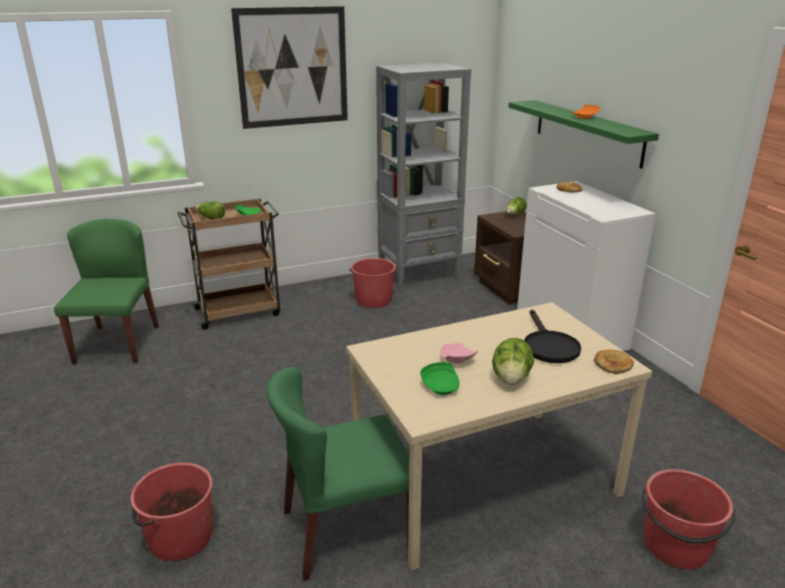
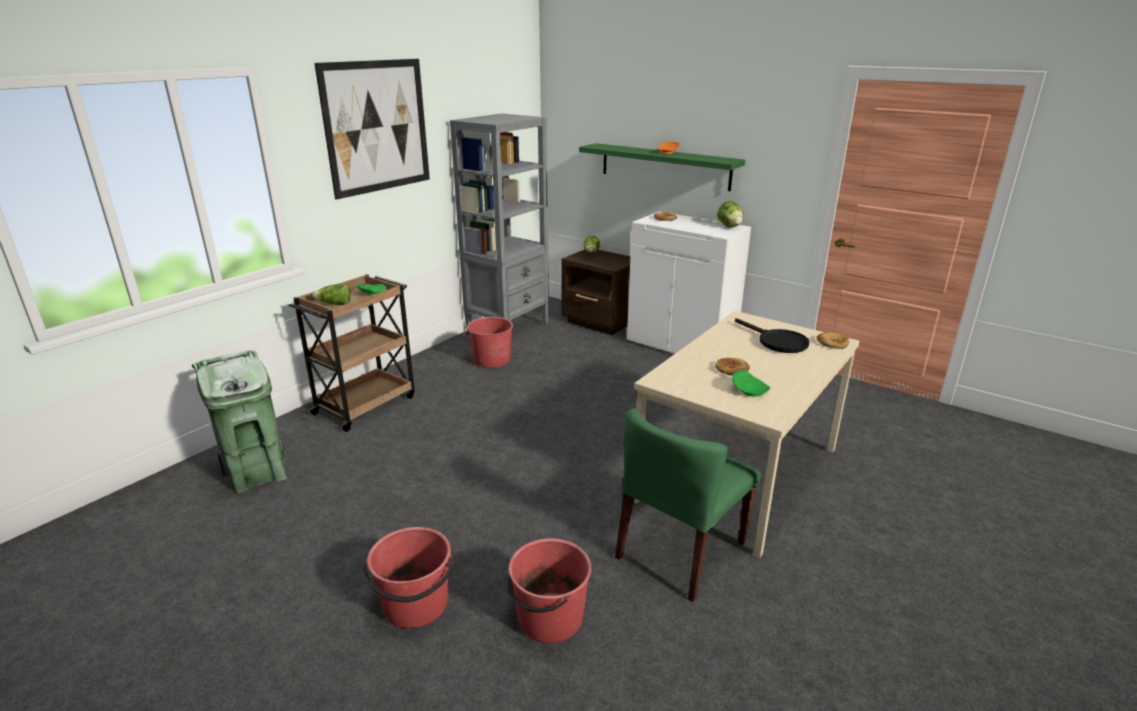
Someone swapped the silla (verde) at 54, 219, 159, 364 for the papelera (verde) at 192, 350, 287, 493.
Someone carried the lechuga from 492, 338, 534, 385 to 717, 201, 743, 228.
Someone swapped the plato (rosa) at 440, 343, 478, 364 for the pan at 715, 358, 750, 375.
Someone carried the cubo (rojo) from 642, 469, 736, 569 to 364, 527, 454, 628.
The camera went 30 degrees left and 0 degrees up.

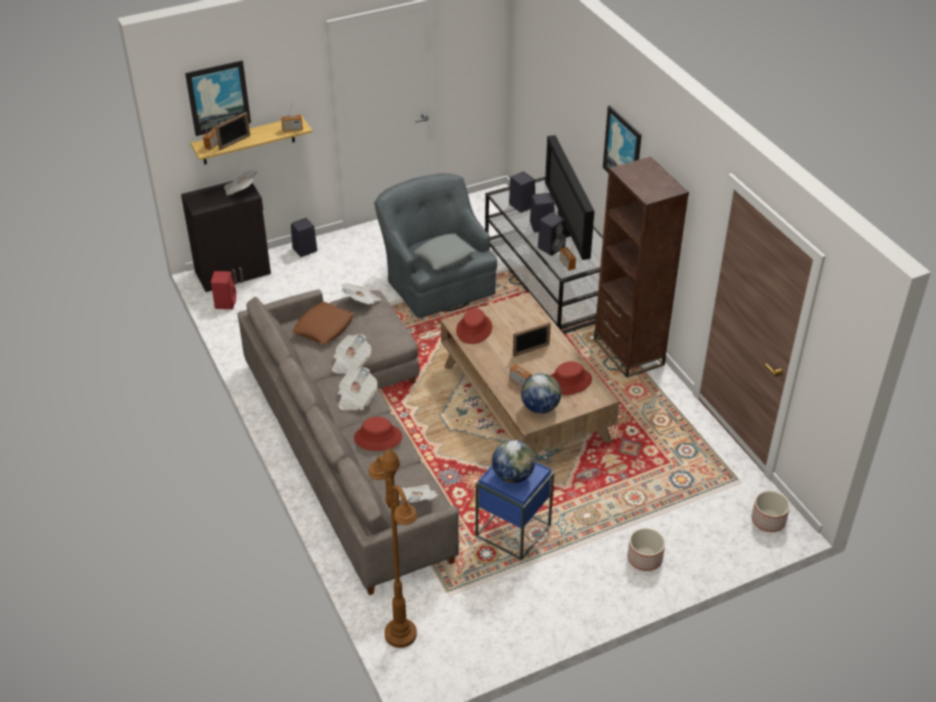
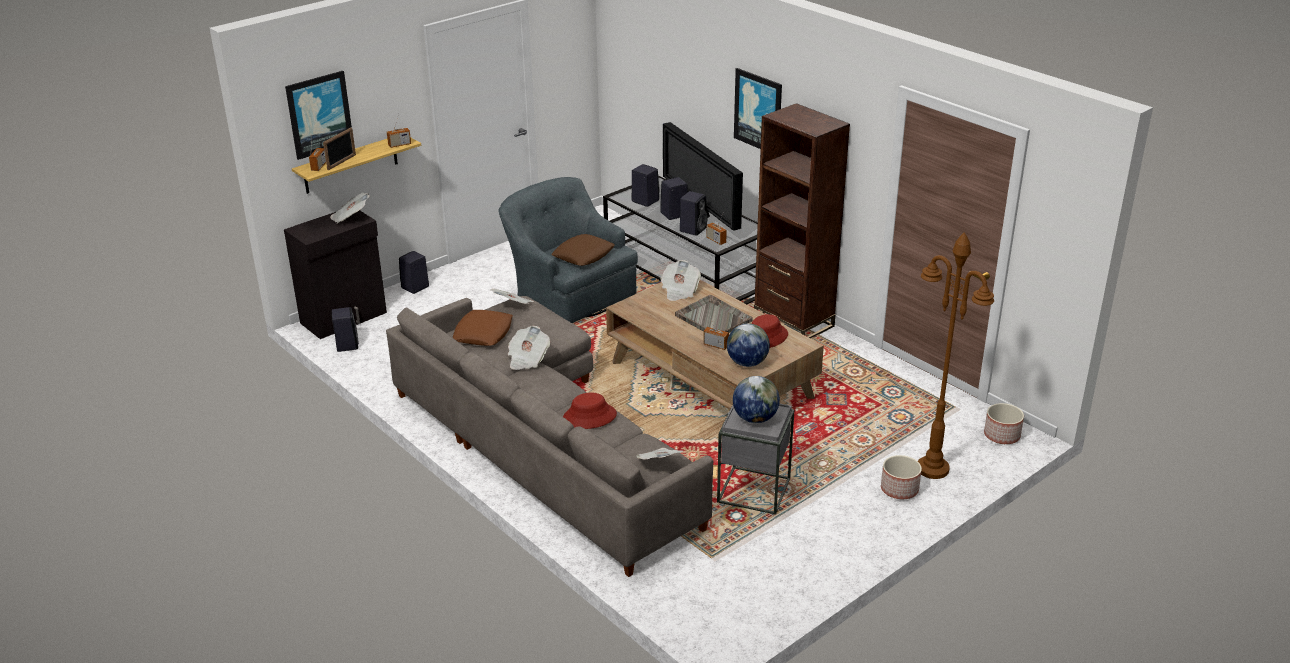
Someone repainted the cojín (gris) at 414, 233, 476, 269, which became the cojín (marrón) at 551, 234, 615, 266.
Someone repainted the altavoz (rojo) at 211, 271, 236, 309, which became the altavoz (negro) at 332, 307, 359, 352.
Someone took away the sombrero (rojo) at 456, 308, 492, 344.
Someone swapped the portarretratos at 513, 322, 551, 357 for the bandeja (gris) at 675, 295, 753, 333.
Someone carried the periódico from 338, 367, 378, 410 to 661, 260, 701, 301.
Someone carried the lámpara de pie (marrón) from 369, 448, 417, 648 to 918, 232, 994, 479.
Someone repainted the mesa auxiliar (azul) at 475, 461, 554, 560, which became the mesa auxiliar (gris) at 717, 403, 794, 514.
The camera went 15 degrees left and 10 degrees down.

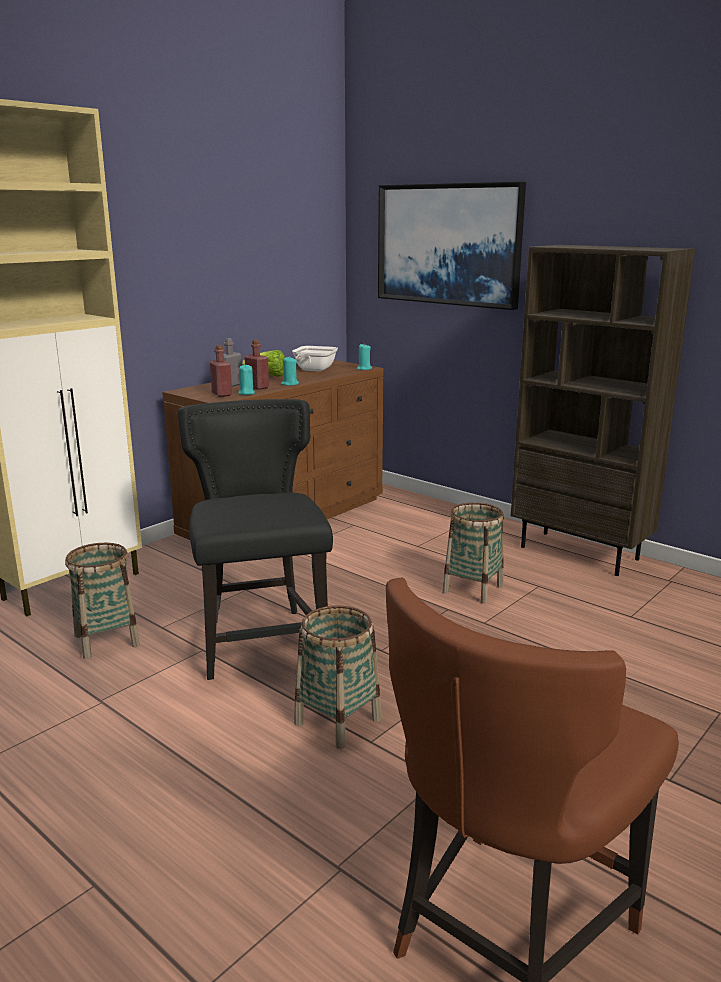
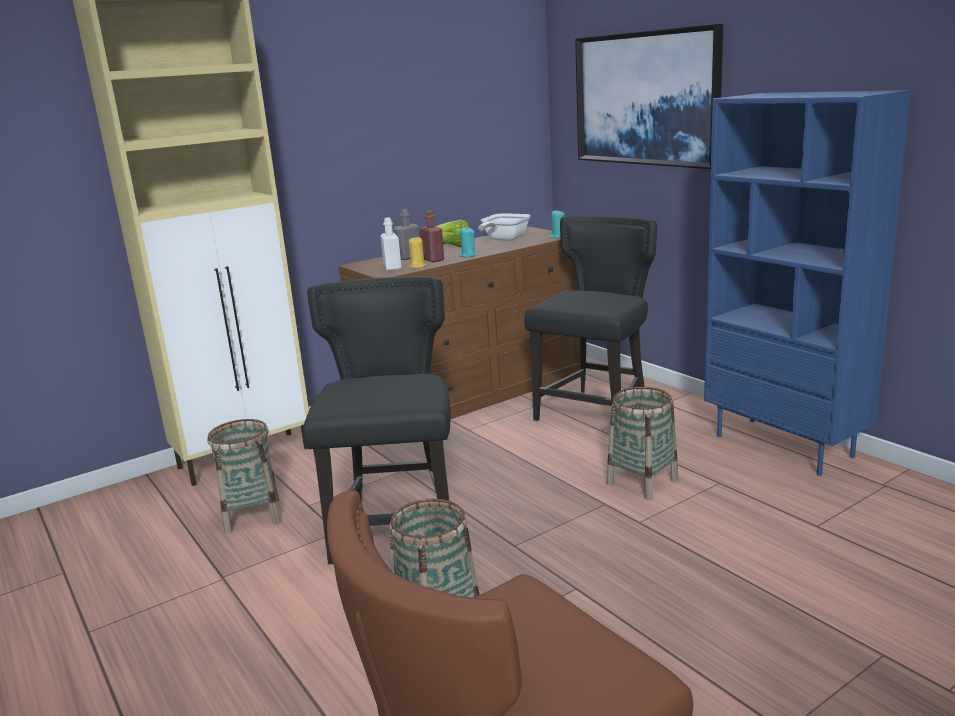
Someone repainted the estantería (marrón) at 511, 245, 695, 576, which became the estantería (azul) at 704, 90, 911, 476.
Someone repainted the botella (rojo) at 210, 345, 232, 397, which became the botella (blanco) at 381, 217, 402, 271.
Someone repainted the vela (turquesa) at 238, 364, 255, 395, which became the vela (amarillo) at 409, 237, 426, 268.
Someone put down the silla (negro) at 524, 216, 657, 421.
The camera went 15 degrees right and 0 degrees up.

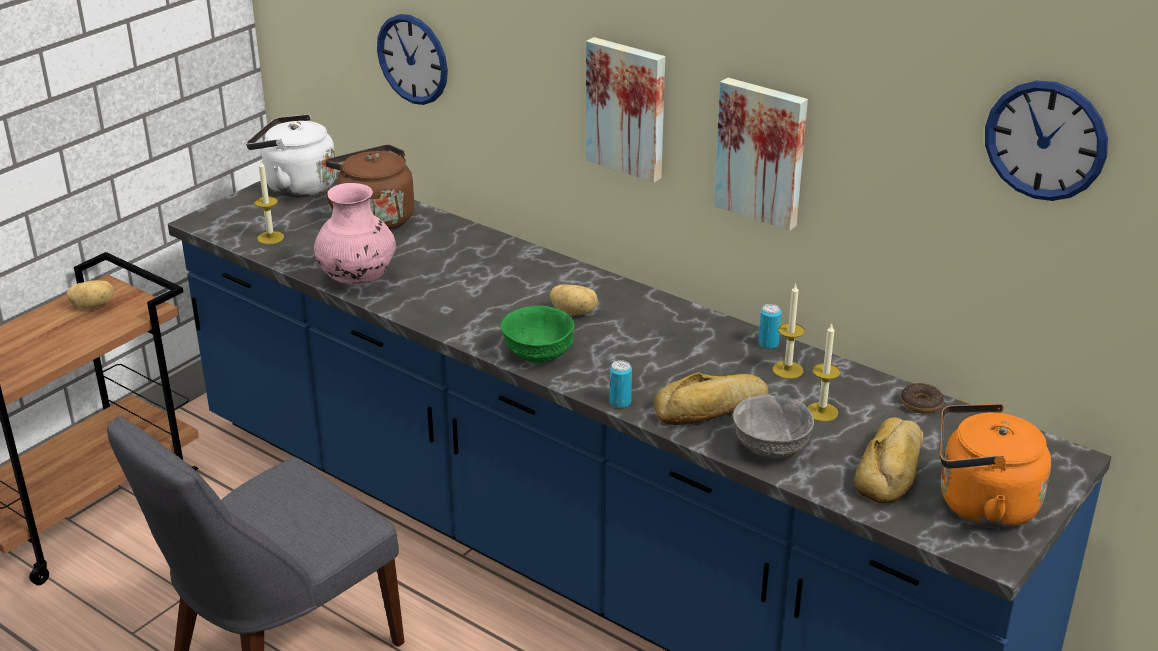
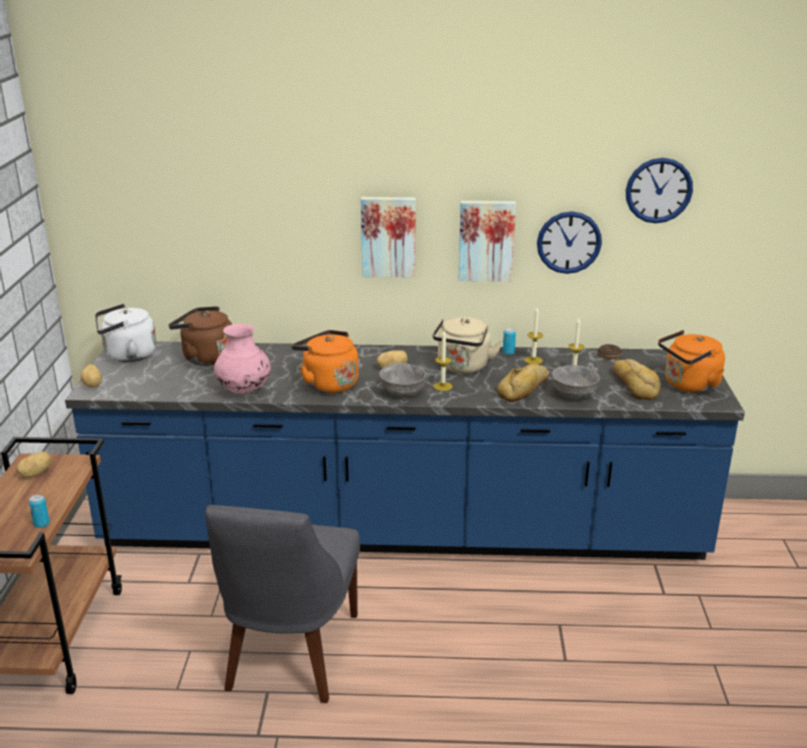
Someone carried the reloj de pared from 377, 14, 448, 105 to 537, 211, 602, 274.
Someone carried the vela from 255, 161, 284, 244 to 434, 330, 452, 391.
Someone repainted the cuenco (verde) at 501, 306, 574, 363, which became the cuenco (gris) at 379, 363, 426, 397.
Someone carried the lata from 609, 360, 632, 408 to 29, 494, 50, 528.
Someone put down the hervidor (beis) at 432, 317, 502, 374.
Someone put down the hervidor (naranja) at 292, 330, 359, 394.
Someone put down the patata at 80, 364, 102, 388.
The camera went 35 degrees left and 5 degrees down.

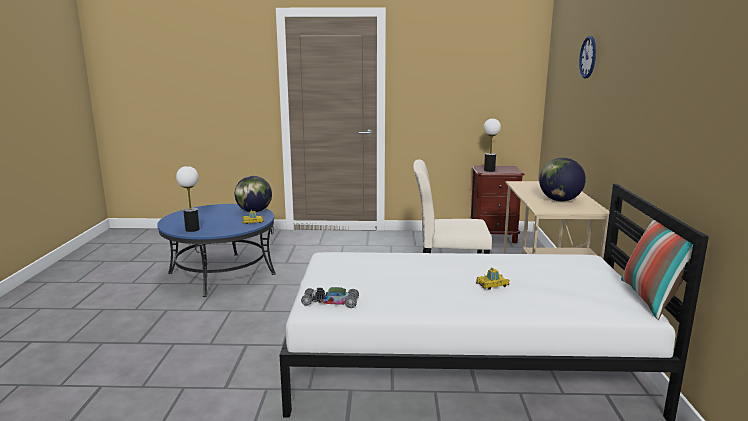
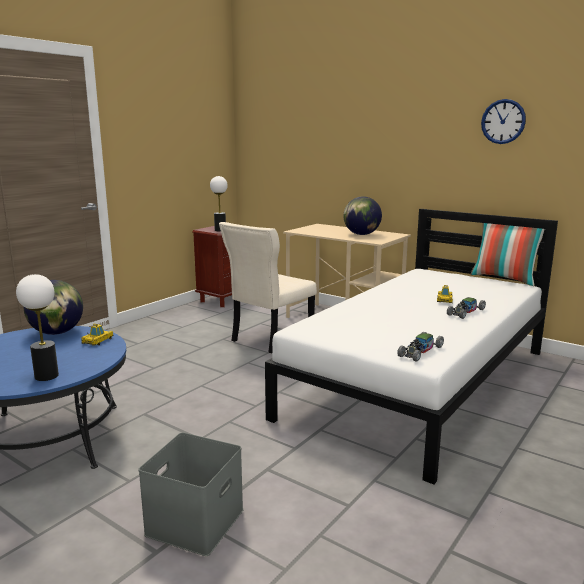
Someone carried the reloj de pared from 579, 36, 596, 79 to 481, 99, 526, 144.
Someone put down the coche de juguete at 447, 297, 486, 319.
Someone put down the caja de almacenaje (gris) at 138, 432, 244, 556.
The camera went 55 degrees left and 0 degrees up.

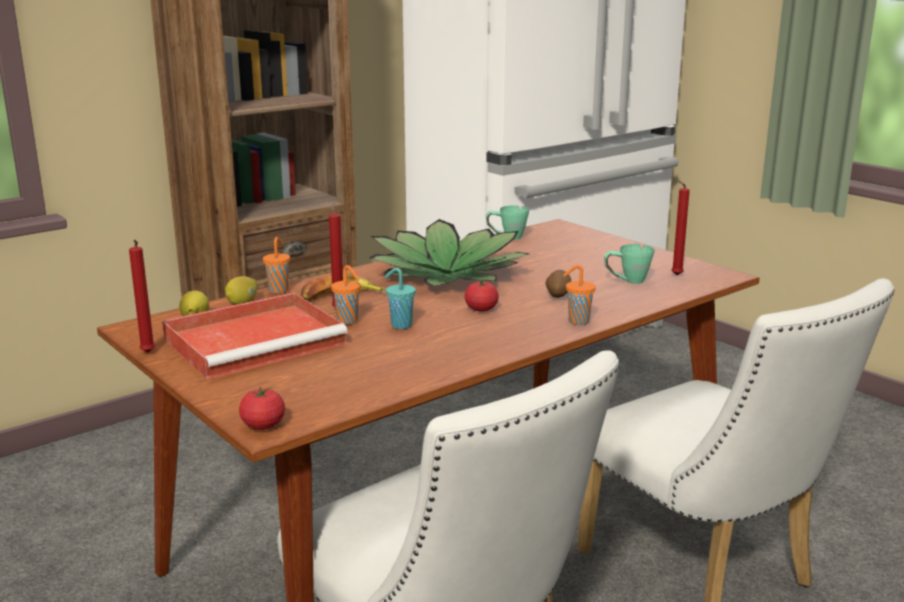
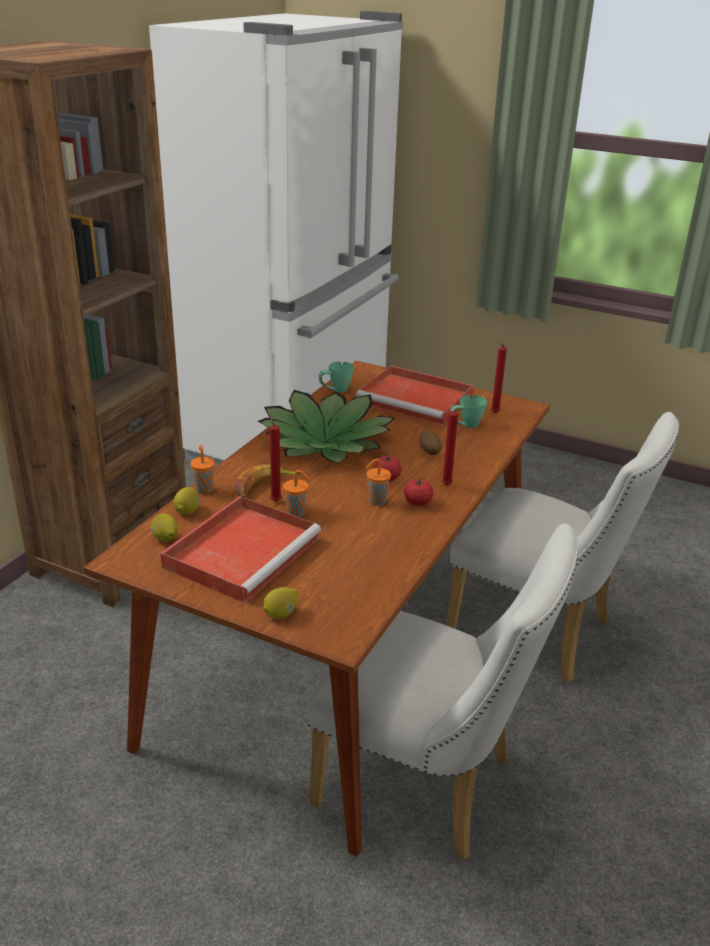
Someone carried the vela (rojo) from 129, 240, 155, 353 to 442, 408, 462, 486.
Someone carried the taza (naranja) from 563, 265, 596, 325 to 365, 459, 391, 506.
Someone took away the taza (turquesa) at 385, 268, 416, 329.
Someone carried the tomate from 239, 387, 285, 430 to 404, 478, 433, 506.
Someone put down the bandeja (rojo) at 356, 365, 474, 426.
Someone put down the limón at 263, 587, 299, 619.
The camera went 25 degrees left and 10 degrees up.

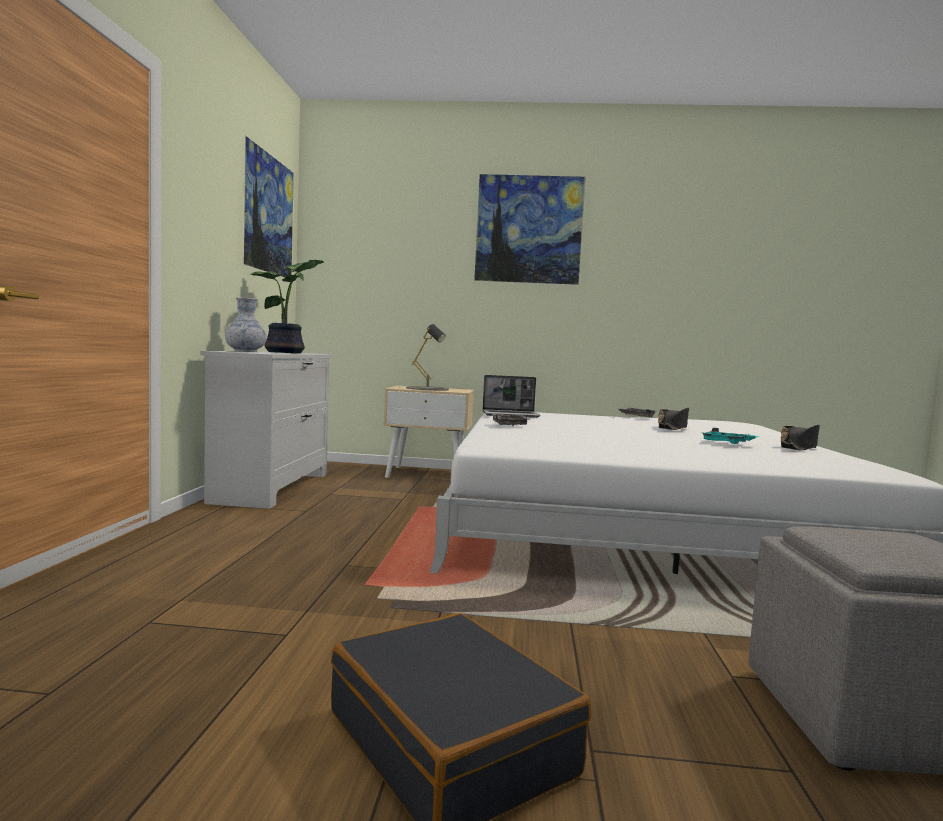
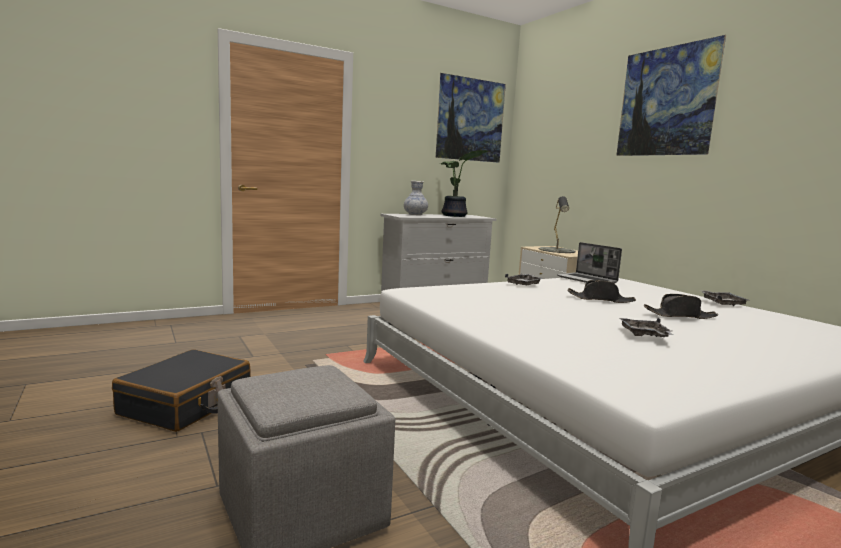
Someone carried the sombrero (negro) from 781, 425, 820, 450 to 568, 280, 636, 303.
Someone repainted the bandeja (turquesa) at 703, 428, 760, 444, which became the bandeja (gris) at 619, 318, 673, 337.
The camera went 55 degrees right and 5 degrees up.

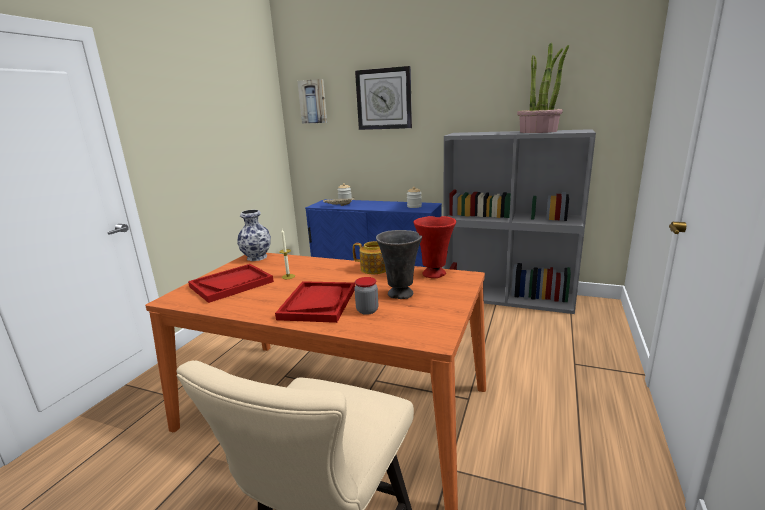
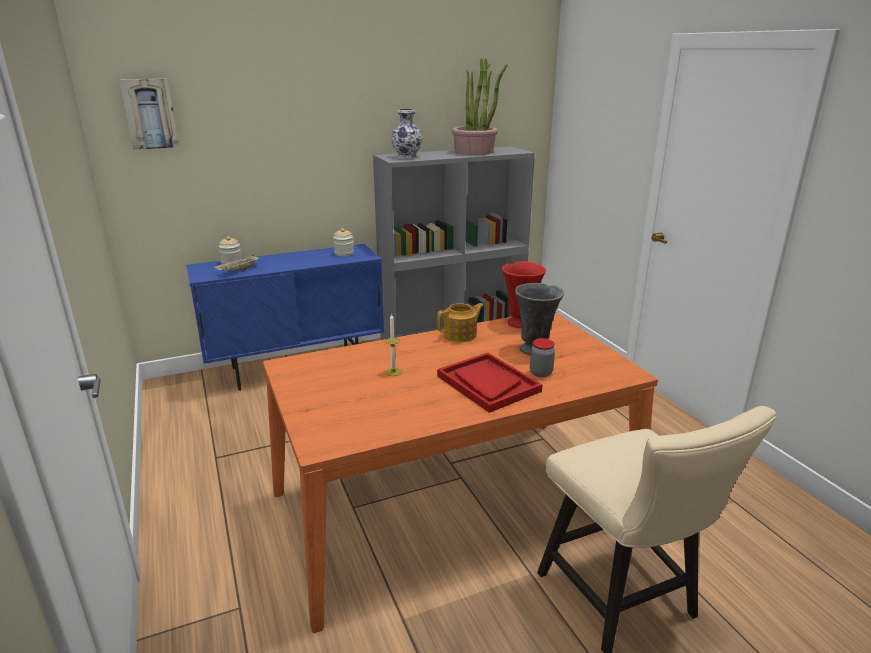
Someone took away the reloj de pared at 355, 66, 412, 130.
Someone carried the florero from 237, 210, 271, 261 to 391, 109, 422, 159.
Someone took away the bandeja (rojo) at 188, 264, 274, 303.
The camera went 45 degrees left and 5 degrees up.

